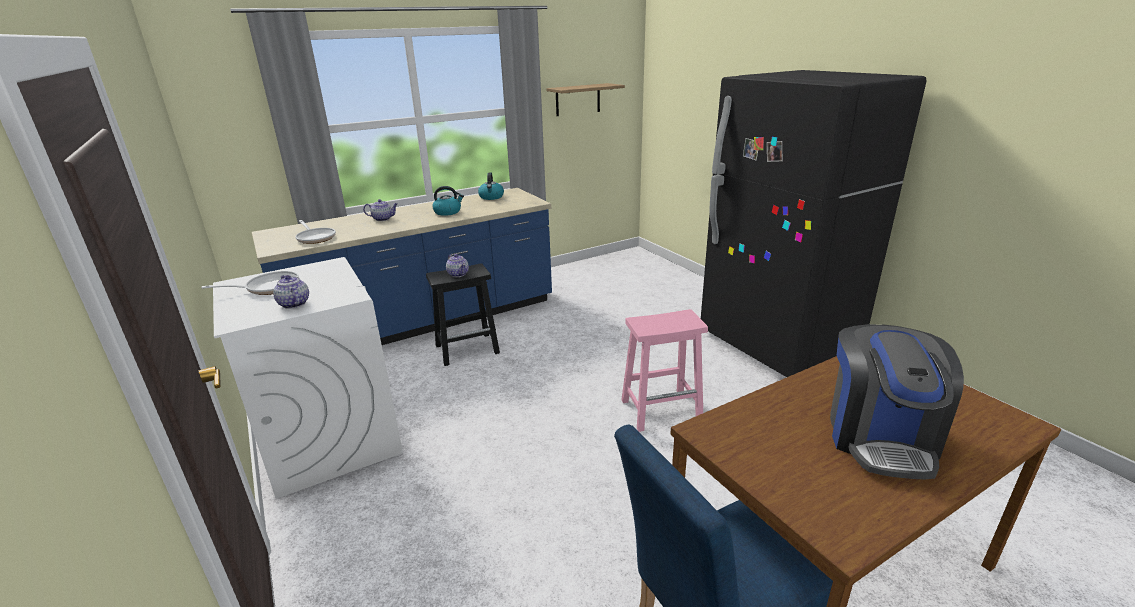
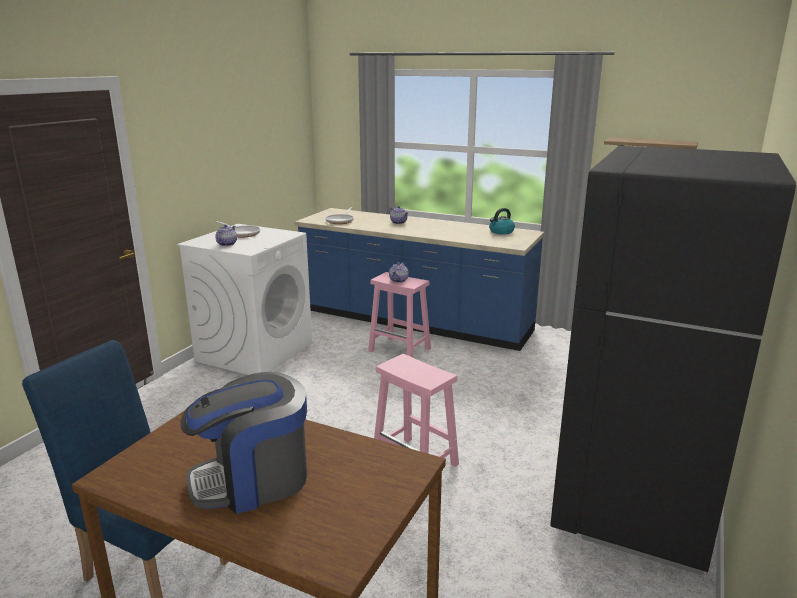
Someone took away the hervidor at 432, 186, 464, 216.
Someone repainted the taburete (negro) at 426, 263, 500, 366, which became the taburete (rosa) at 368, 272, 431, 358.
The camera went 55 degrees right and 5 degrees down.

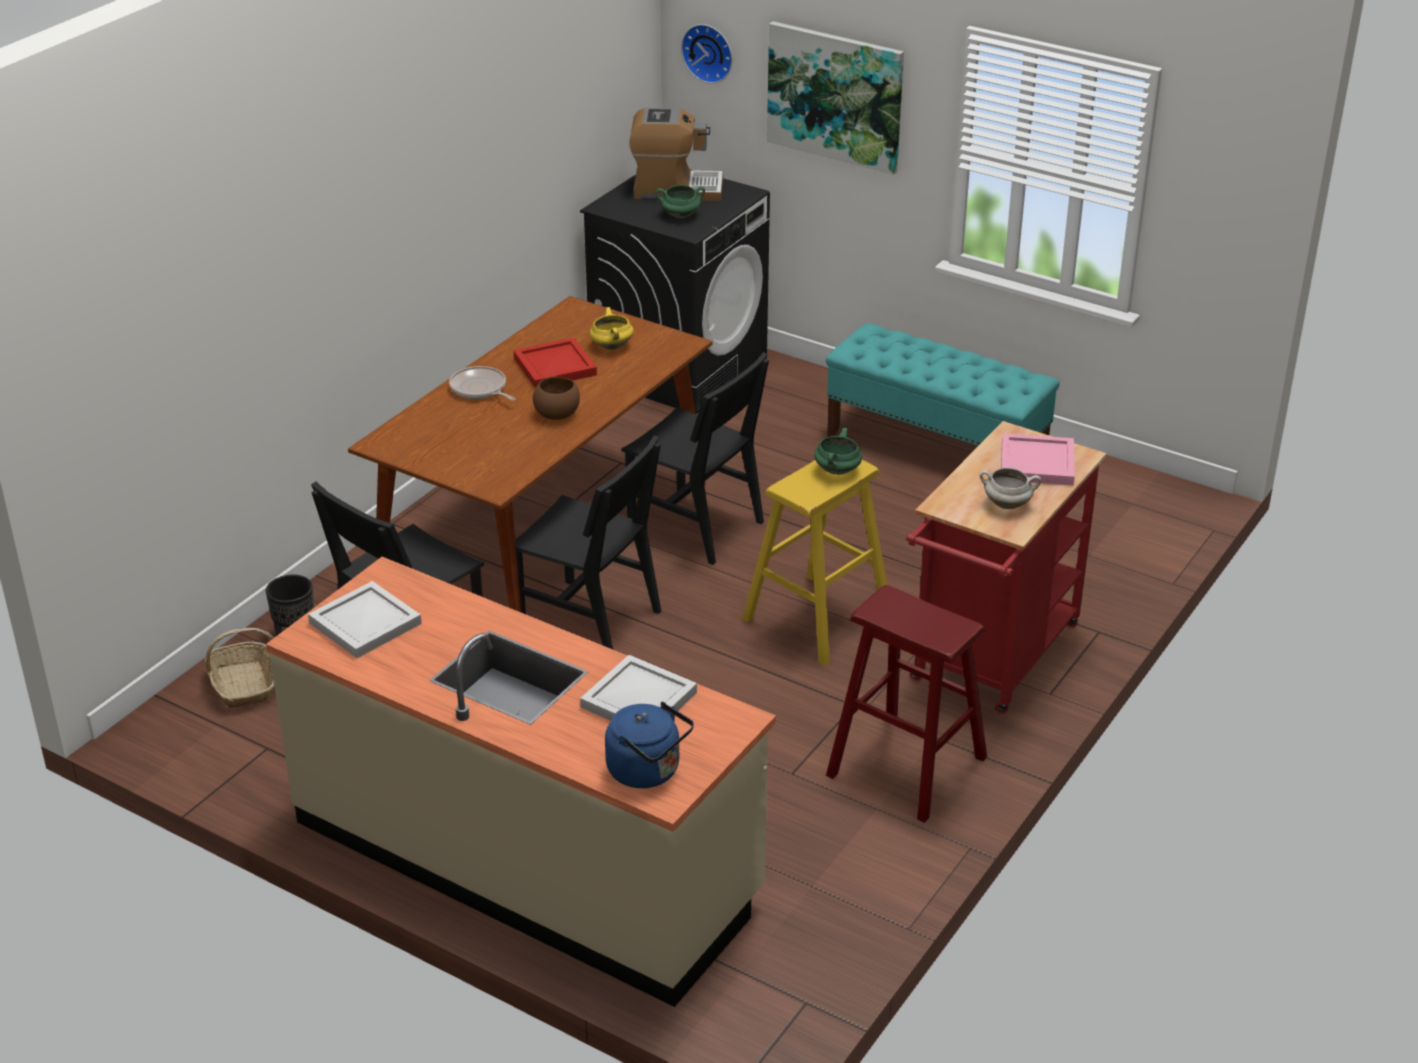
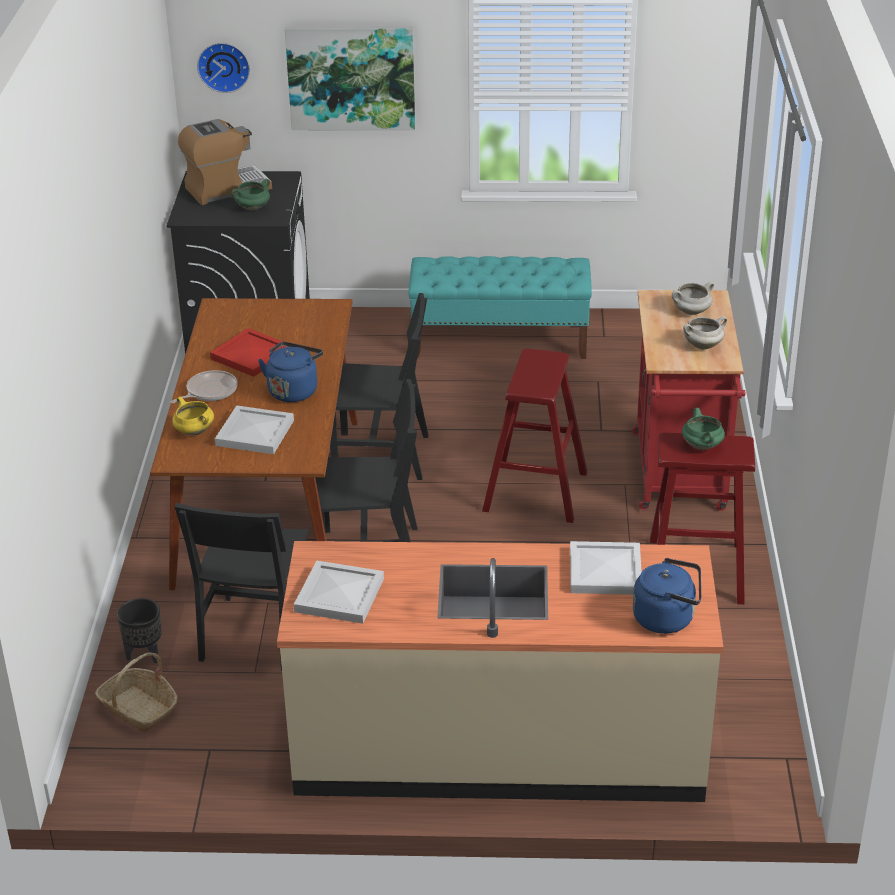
Someone carried the olla (amarillo) from 590, 307, 634, 350 to 172, 397, 214, 435.
Someone rotated the sartén at 449, 366, 515, 401 by 120 degrees clockwise.
Someone swapped the cuenco (marrón) at 533, 377, 580, 420 for the hervidor (azul) at 258, 342, 323, 402.
Someone carried the olla (verde) from 814, 428, 862, 475 to 682, 408, 725, 450.
Someone swapped the bandeja (rosa) at 1001, 433, 1075, 486 for the olla (blanco) at 672, 282, 714, 315.
Someone repainted the taburete (amarillo) at 742, 460, 887, 666, which became the taburete (rojo) at 482, 349, 587, 523.
Someone put down the bandeja (blanco) at 215, 405, 294, 454.
The camera went 30 degrees left and 0 degrees up.

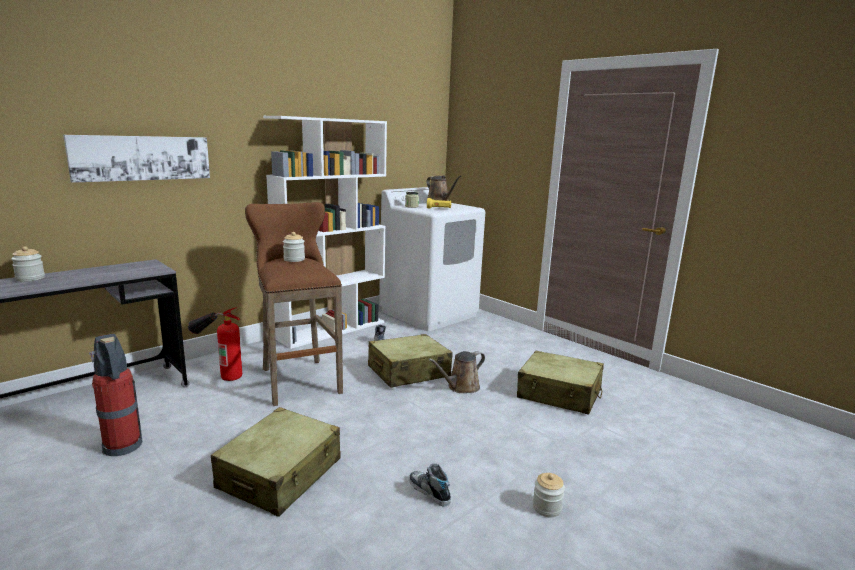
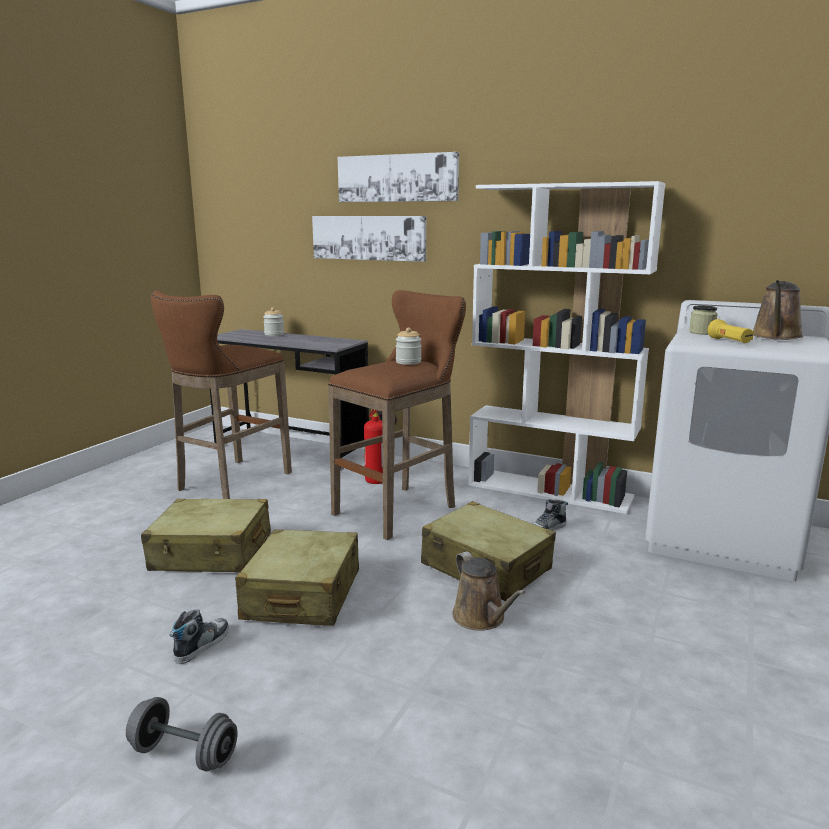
Someone swapped the extintor at 89, 334, 143, 456 for the taburete (marrón) at 151, 290, 292, 499.
Someone rotated the regadera (marrón) at 428, 351, 485, 393 by 150 degrees counterclockwise.
Someone carried the maleta (beis) from 517, 351, 604, 415 to 235, 529, 359, 626.
Someone swapped the tarro at 533, 473, 565, 517 for the mancuerna (gris) at 126, 697, 238, 771.
Someone put up the cuadro at 338, 152, 459, 202.
The camera went 70 degrees right and 0 degrees up.

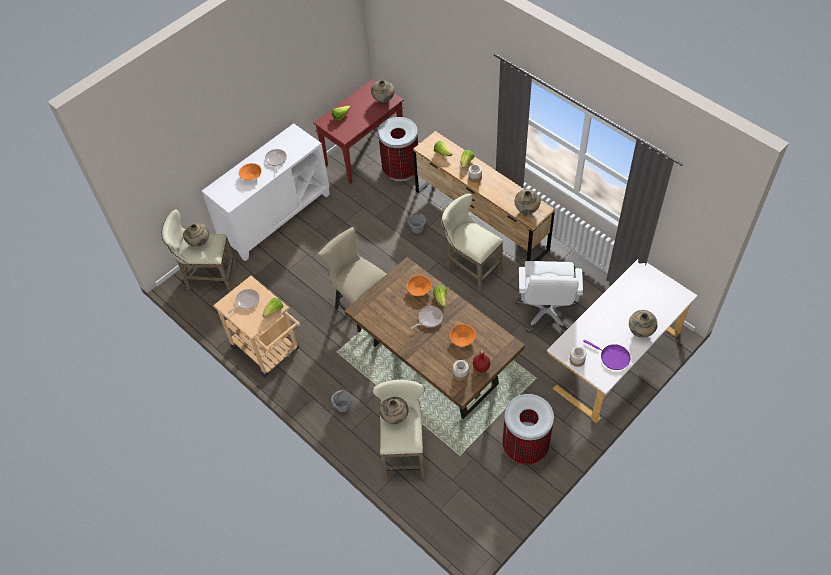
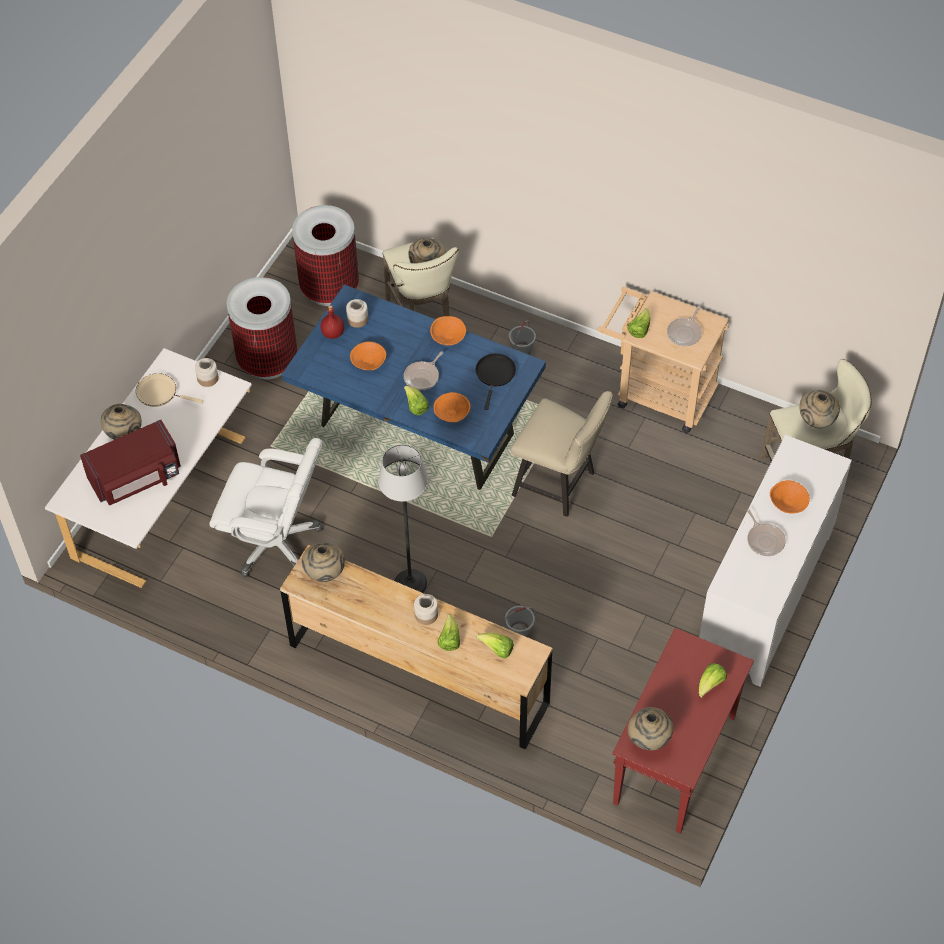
Someone carried the papelera from 378, 117, 418, 182 to 292, 205, 359, 306.
Someone swapped the taburete (beis) at 441, 193, 503, 294 for the lámpara de pie at 378, 444, 428, 593.
Someone repainted the mesa de comedor (marrón) at 345, 257, 525, 419, which became the mesa de comedor (azul) at 282, 285, 546, 490.
Someone rotated the silla de oficina (blanco) at 515, 261, 583, 334 by 120 degrees clockwise.
Someone repainted the sartén (morado) at 583, 339, 631, 370, which became the sartén (beis) at 136, 373, 203, 407.
Someone put down the cuenco (naranja) at 430, 316, 466, 345.
Someone put down the sartén (negro) at 476, 353, 516, 410.
Someone put down the microondas (rojo) at 80, 420, 181, 505.
The camera went 160 degrees right and 0 degrees up.

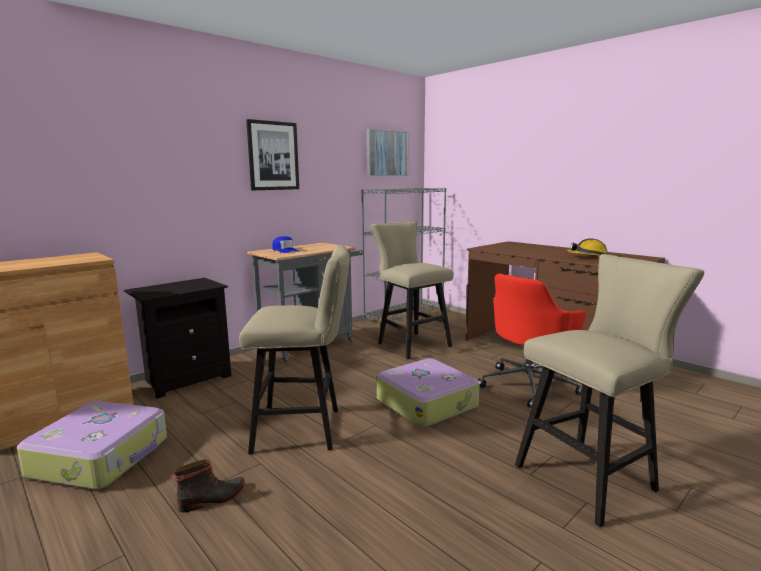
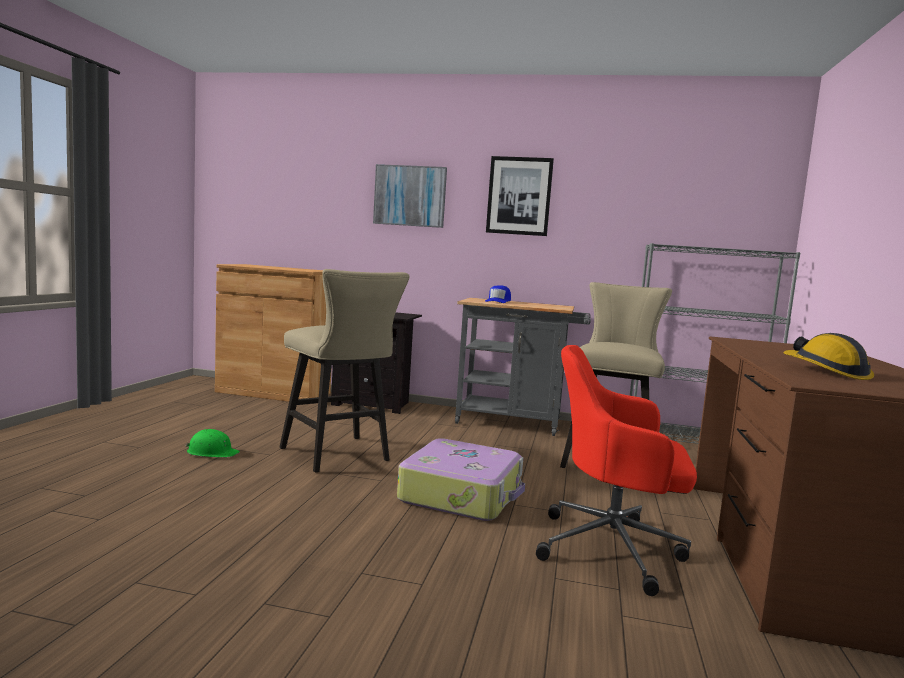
Someone carried the cuadro from 367, 129, 409, 176 to 373, 164, 447, 228.
Someone took away the taburete (beis) at 515, 254, 704, 528.
Someone took away the maleta at 17, 401, 167, 489.
Someone swapped the bota at 174, 459, 245, 513 for the casco (verde) at 186, 429, 240, 458.
The camera went 55 degrees right and 5 degrees down.

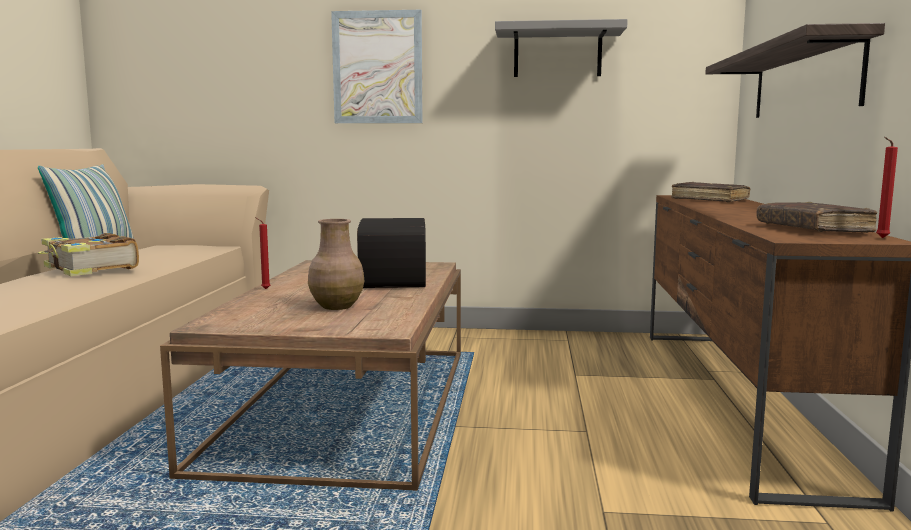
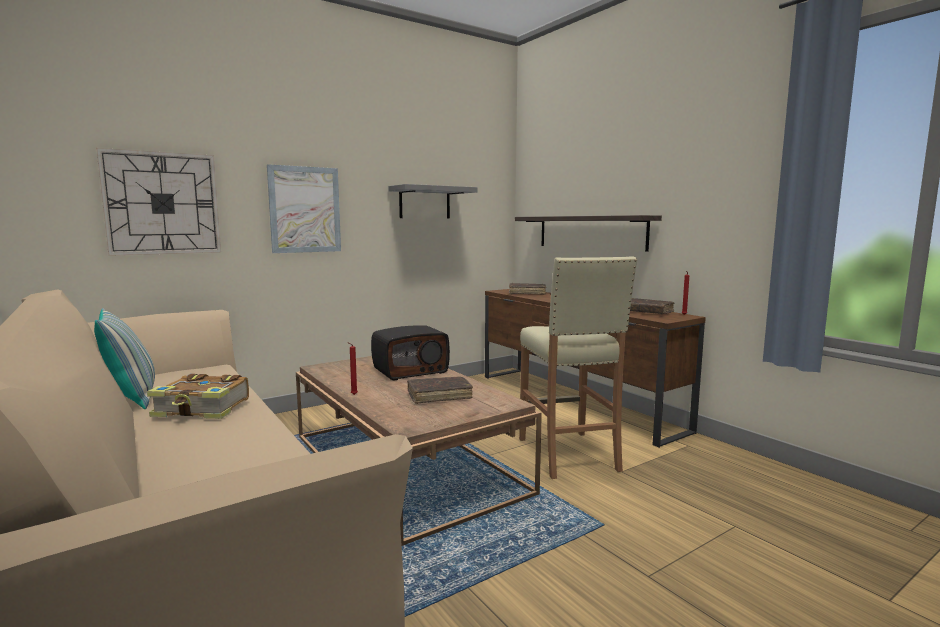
Someone rotated the radio at 357, 218, 426, 288 by 105 degrees clockwise.
Someone swapped the florero (marrón) at 308, 219, 364, 310 for the libro (marrón) at 407, 377, 473, 404.
Someone put up the reloj de pared at 96, 148, 221, 256.
Someone put down the taburete (beis) at 519, 256, 637, 479.
The camera went 40 degrees left and 0 degrees up.

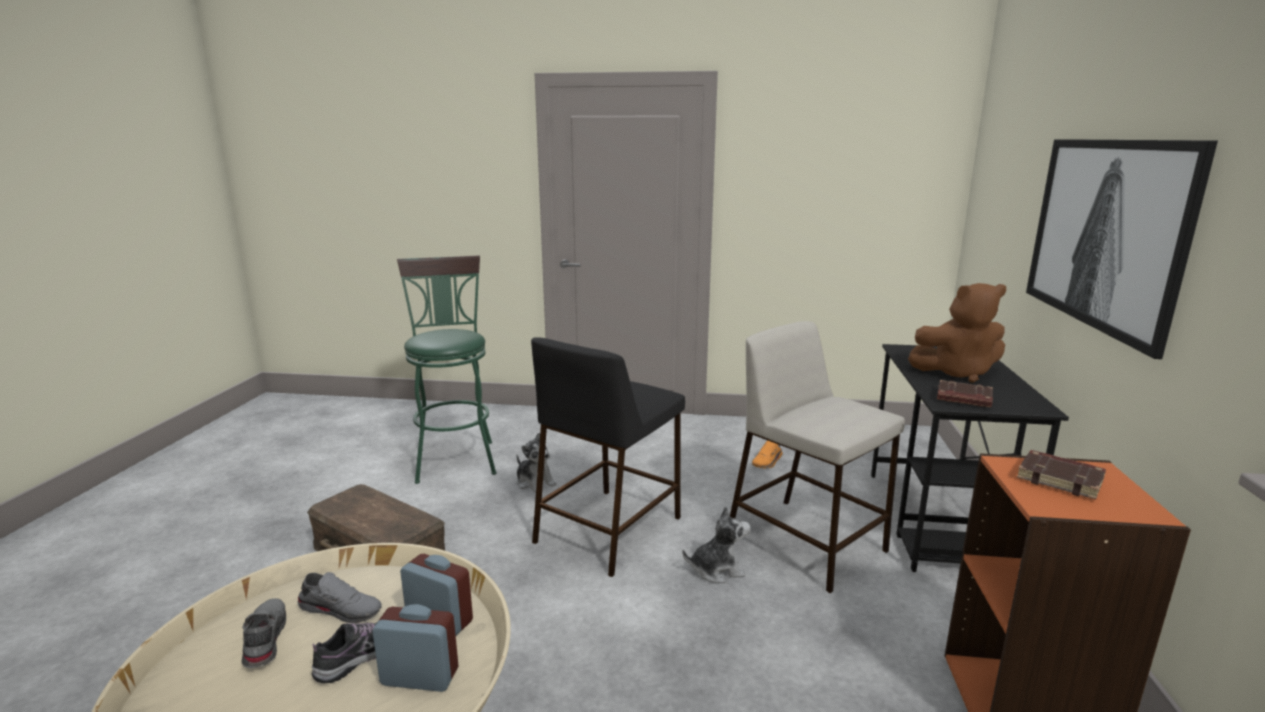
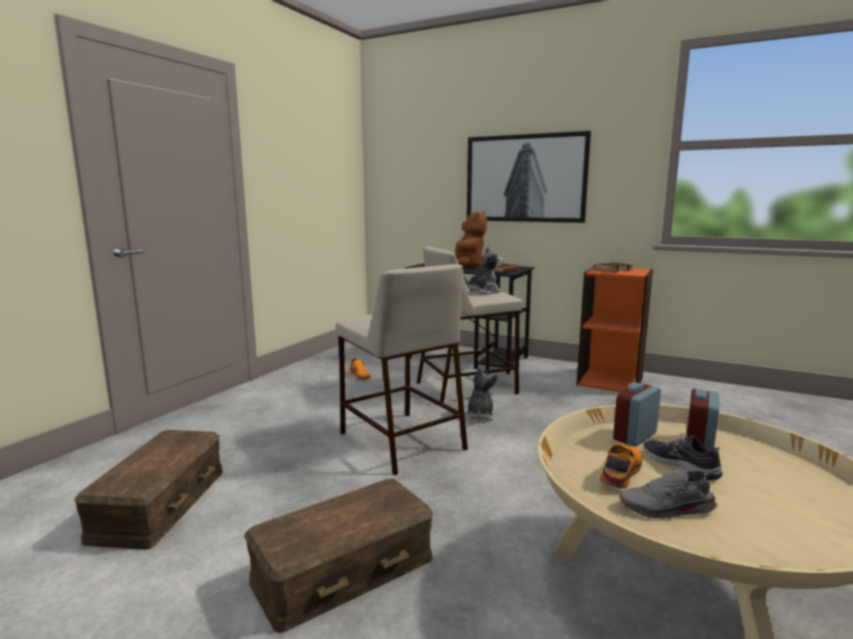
Someone swapped the taburete (verde) at 397, 256, 496, 484 for the caja de almacenaje (marrón) at 74, 430, 223, 550.
Someone repainted the taburete (negro) at 531, 337, 685, 577, which became the taburete (beis) at 336, 264, 468, 475.
Someone carried the peluche from 517, 433, 557, 493 to 464, 246, 503, 294.
Someone repainted the zapato (gris) at 298, 572, 382, 623, which became the zapato (naranja) at 600, 444, 643, 489.
The camera went 70 degrees left and 5 degrees down.

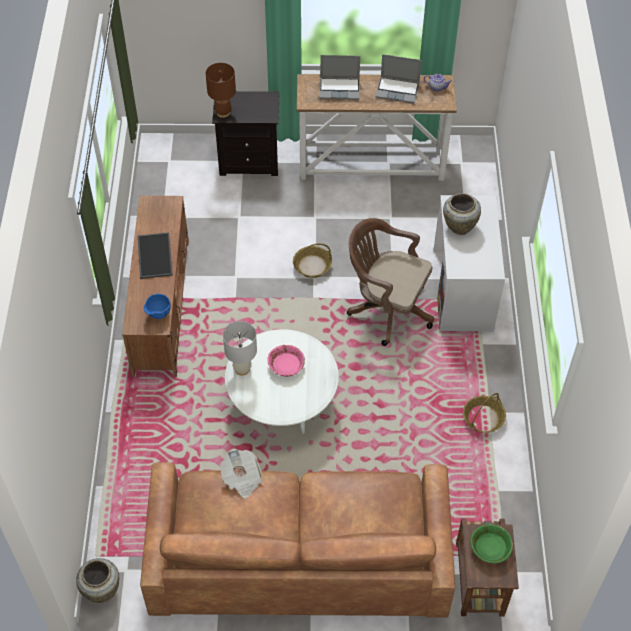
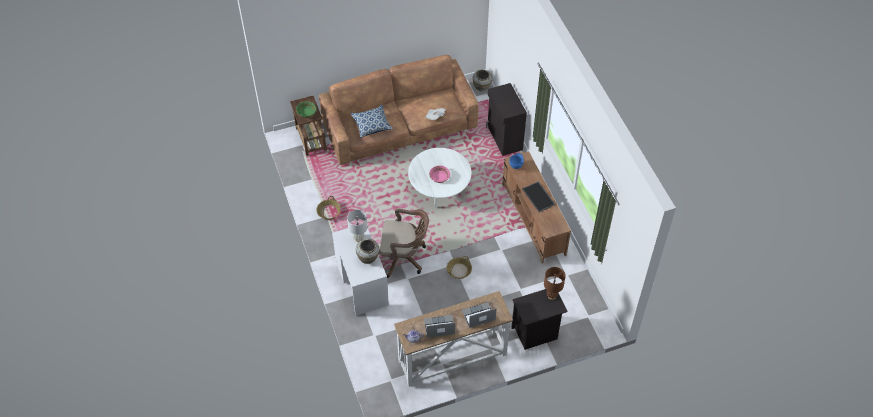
Someone carried the lámpara de mesa (blanco) from 223, 321, 257, 376 to 347, 210, 368, 242.
Someone put down the armario (negro) at 486, 83, 527, 156.
Someone put down the cojín at 350, 105, 393, 138.
The camera went 160 degrees right and 0 degrees up.

